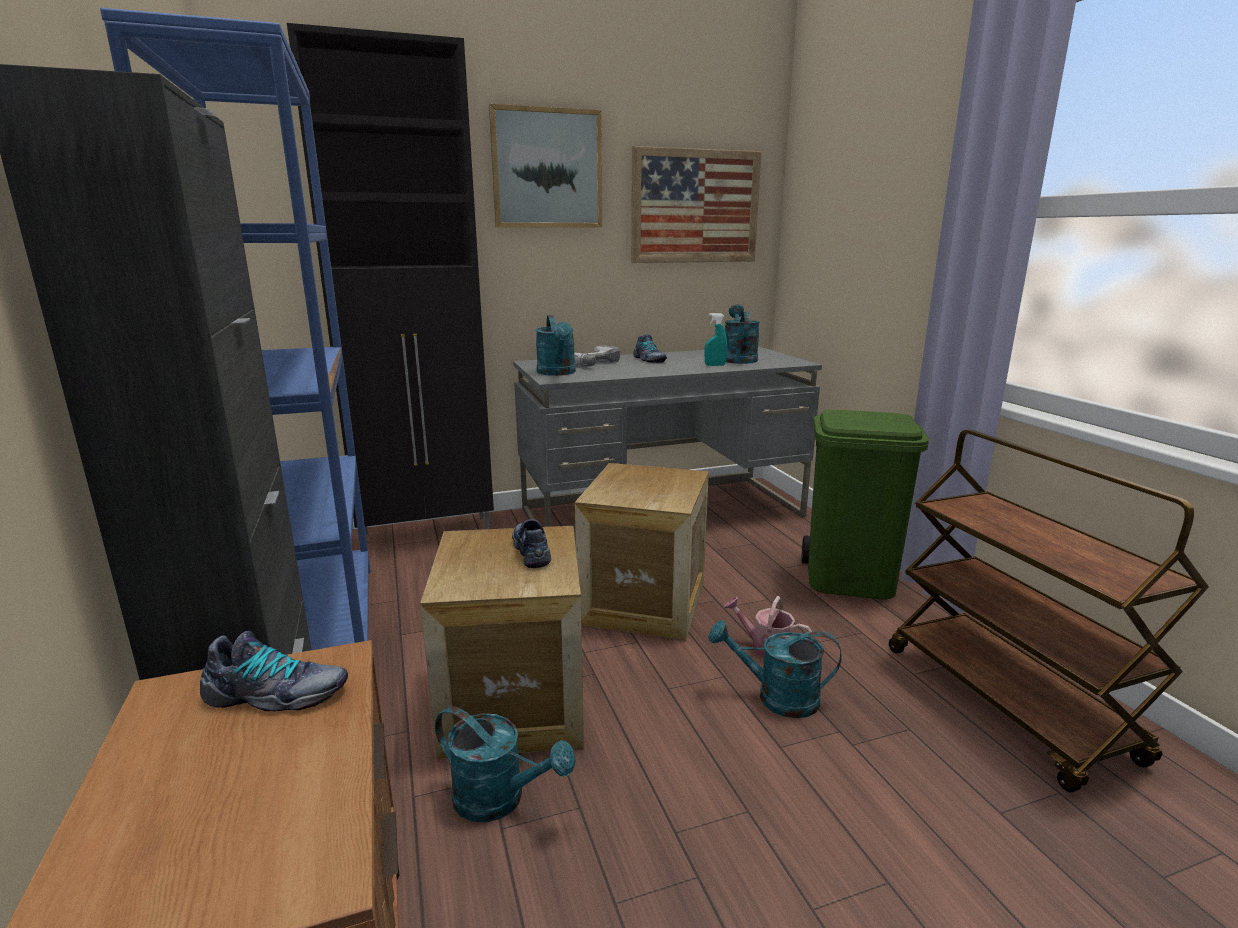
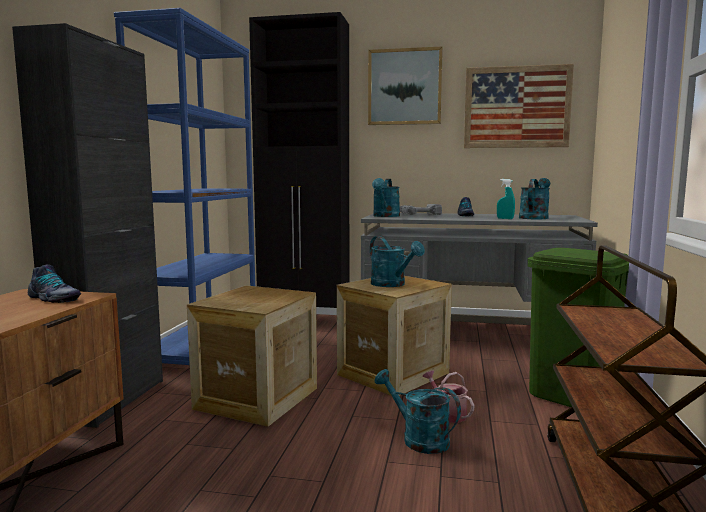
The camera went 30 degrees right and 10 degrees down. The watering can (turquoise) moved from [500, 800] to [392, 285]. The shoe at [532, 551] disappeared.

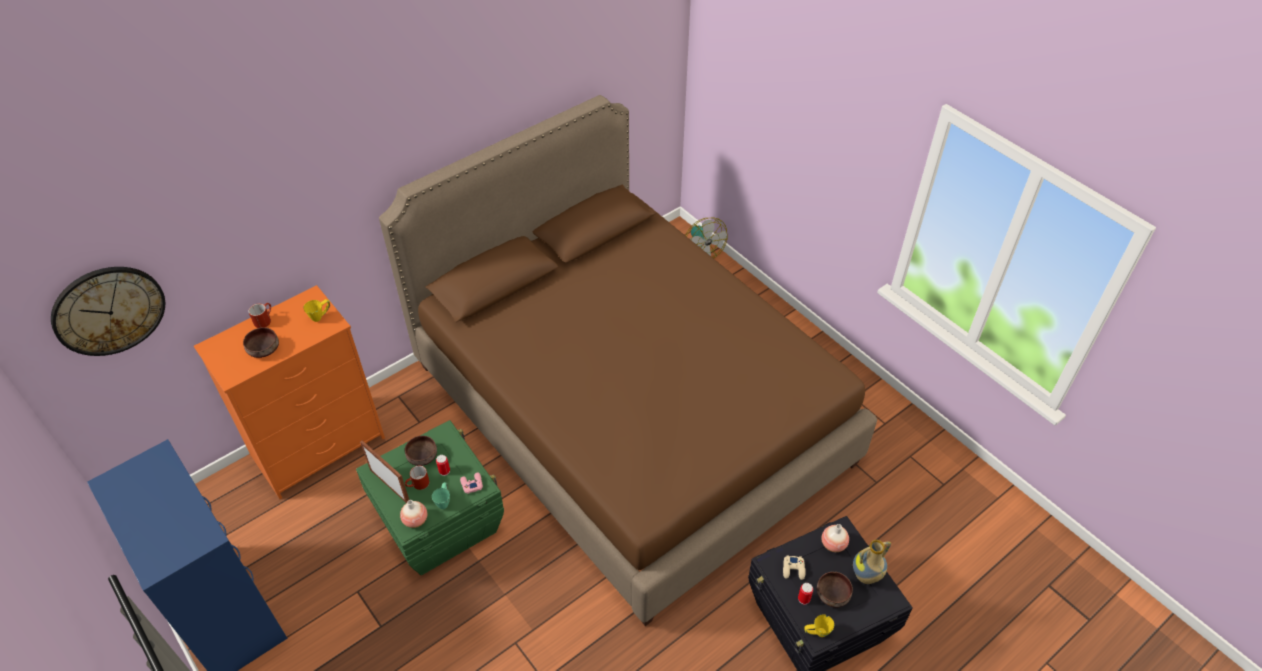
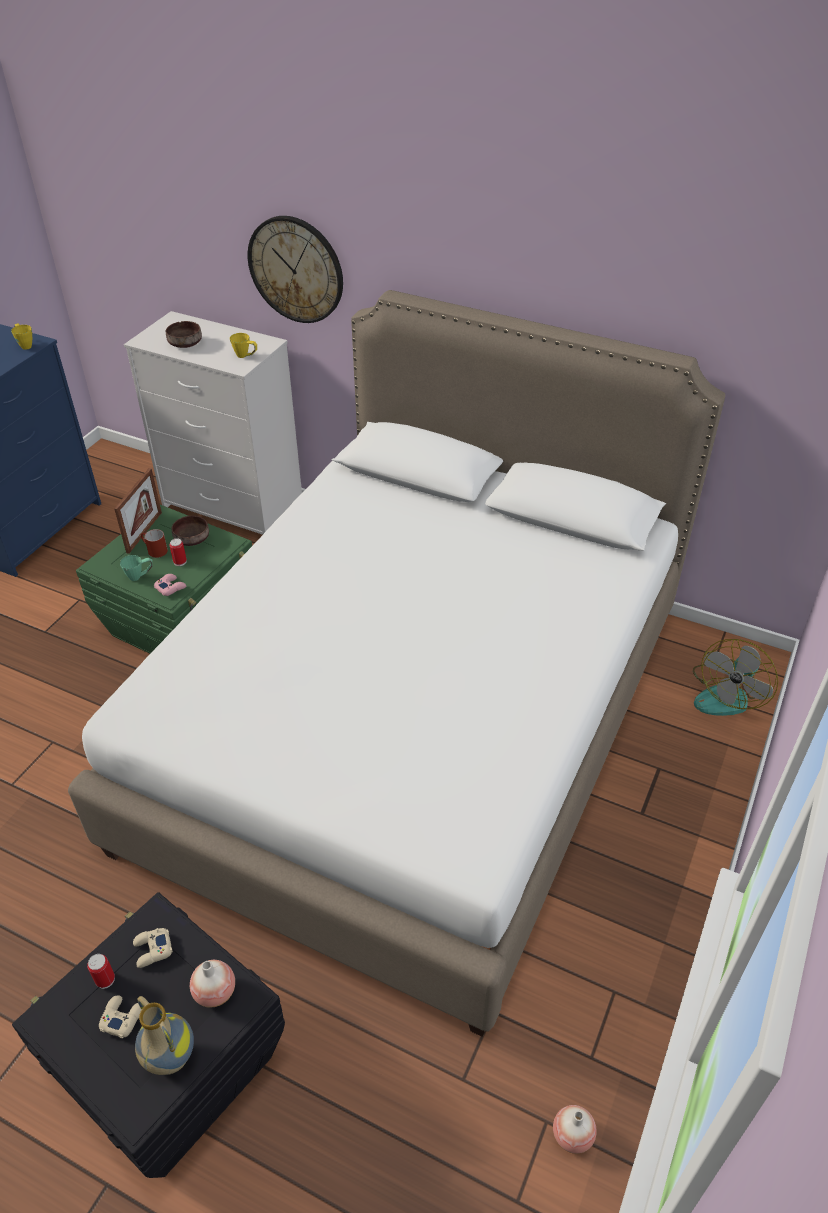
The camera went 65 degrees right and 5 degrees down. The wall clock moved from [108, 310] to [296, 269]. The dresser (orange) at [319, 446] became the dresser (white) at [234, 506]. The mug (red) at [264, 319] disappeared. The bed (brown) at [630, 413] became the bed (white) at [414, 725]. The vase moved from [415, 520] to [572, 1135]. The mug (yellow) moved from [816, 633] to [25, 345]. The bowl (brown) at [832, 595] was replaced by the game controller (beige) at [122, 1017].

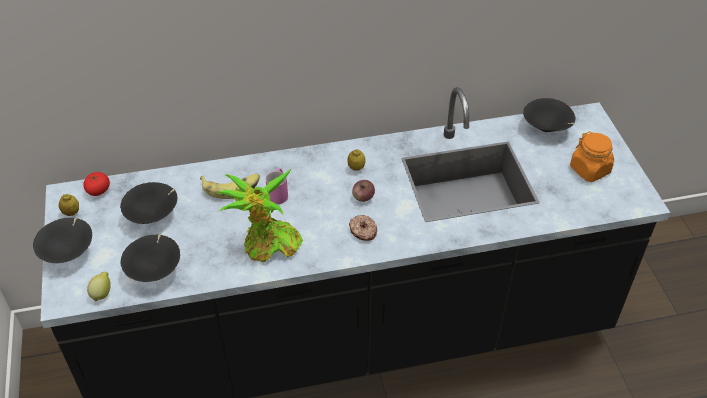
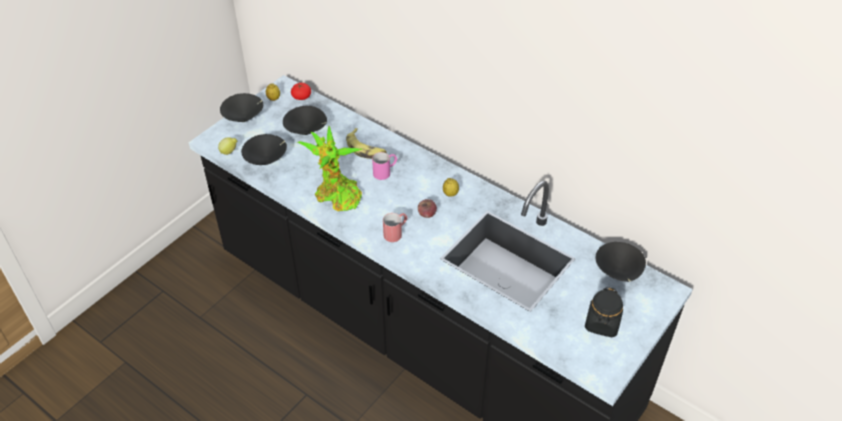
The camera went 50 degrees right and 0 degrees up. The donut at [363, 231] was replaced by the mug (red) at [396, 232]. The jar (orange) at [590, 170] became the jar (black) at [602, 324].

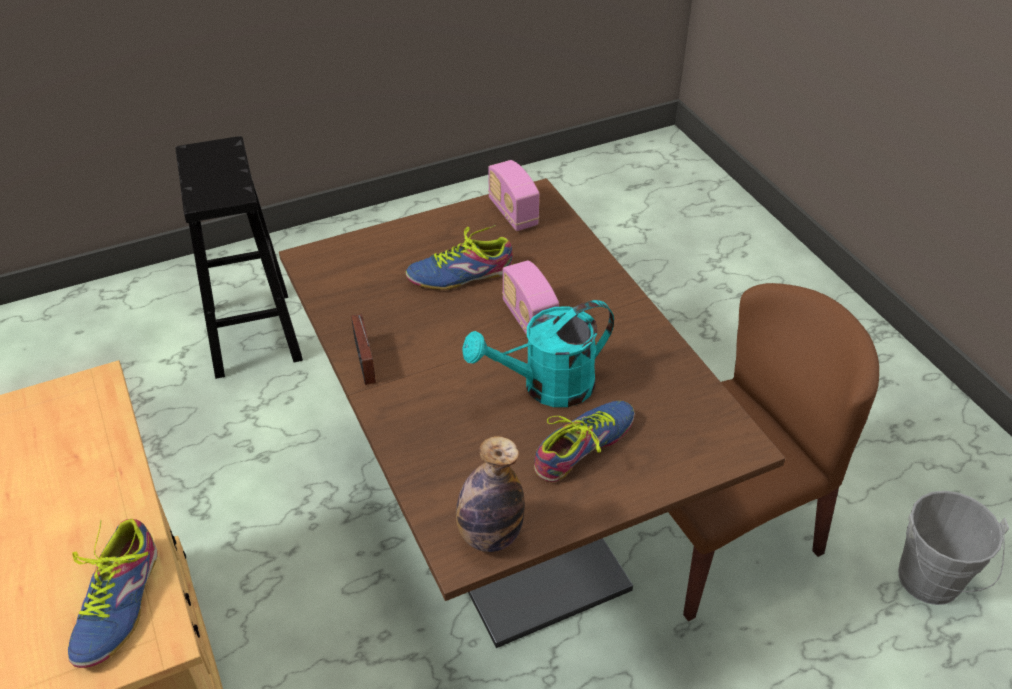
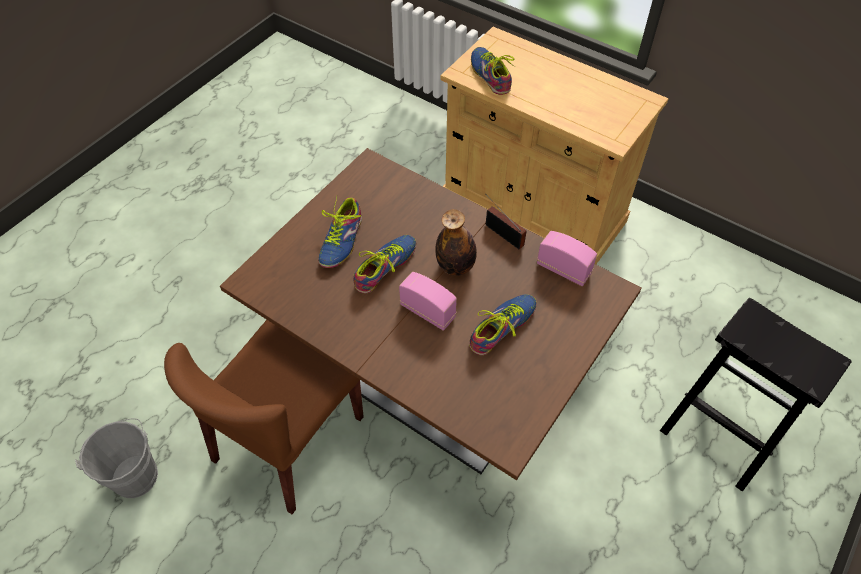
The camera went 150 degrees right and 10 degrees up. The bottle moved from [489, 535] to [455, 266]. The watering can (turquoise) at [546, 387] was replaced by the shoe at [384, 267]. The radio moved from [513, 213] to [563, 269].

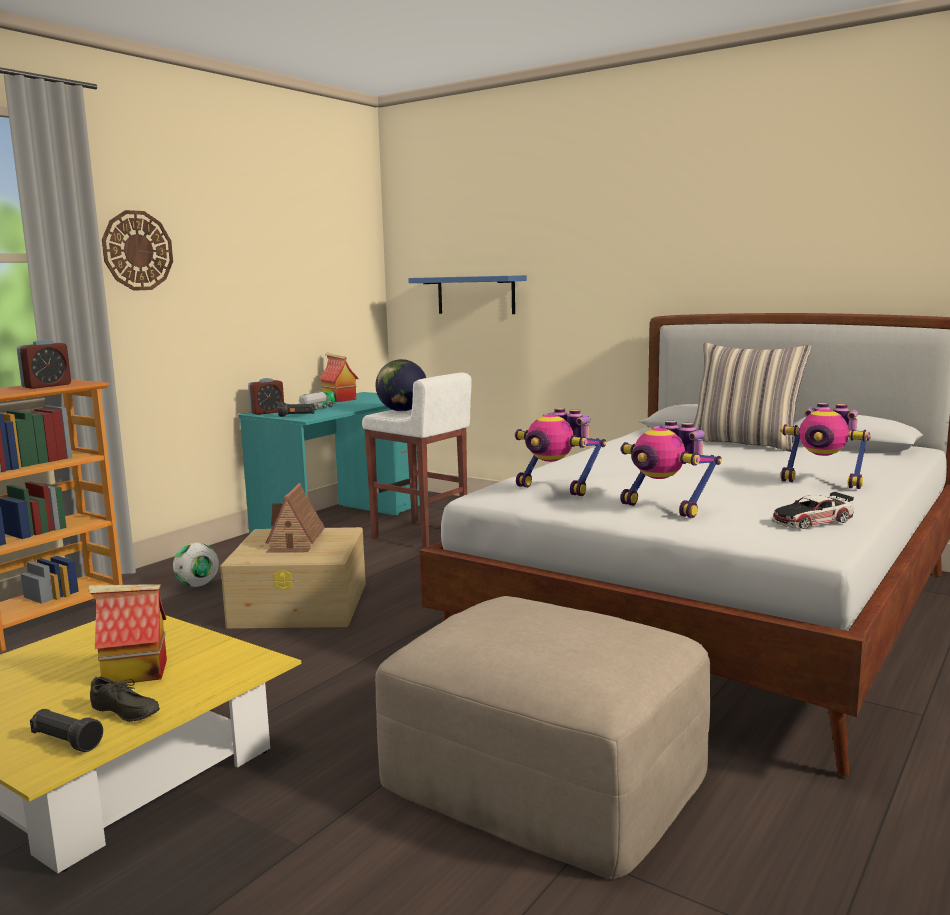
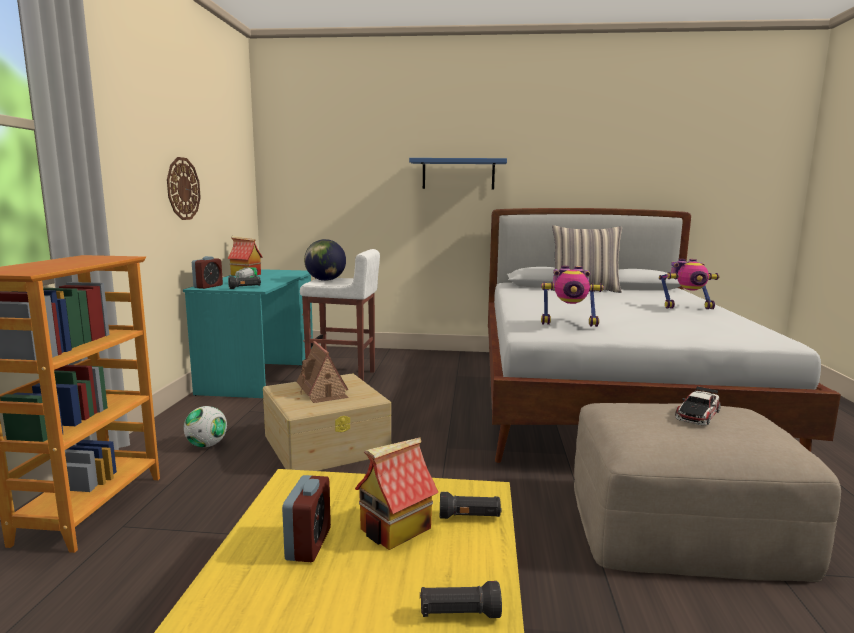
The camera went 30 degrees left and 0 degrees up. The alarm clock moved from [47, 386] to [308, 544]. The shoe (grey) at [123, 713] disappeared. The wall clock moved from [137, 250] to [183, 188]. The shelf (blue) moved from [476, 295] to [458, 174]. The toy robot at [665, 508] disappeared. The toy car moved from [812, 521] to [697, 414]. The flashlight (black) at [469, 517] appeared.

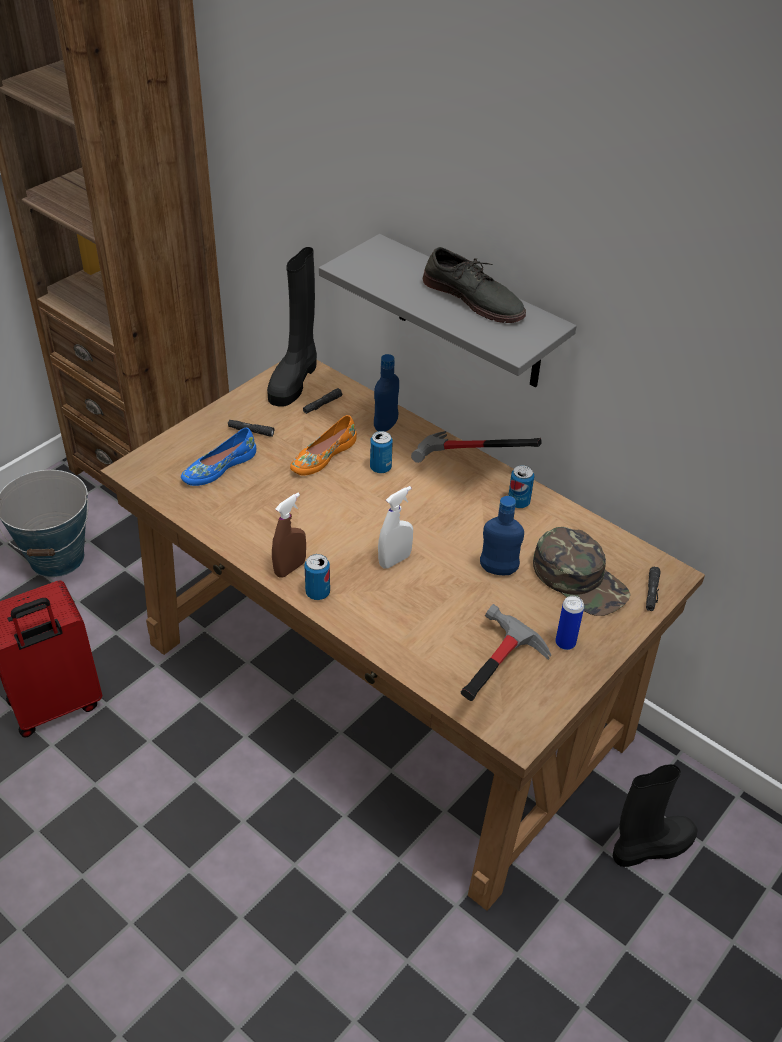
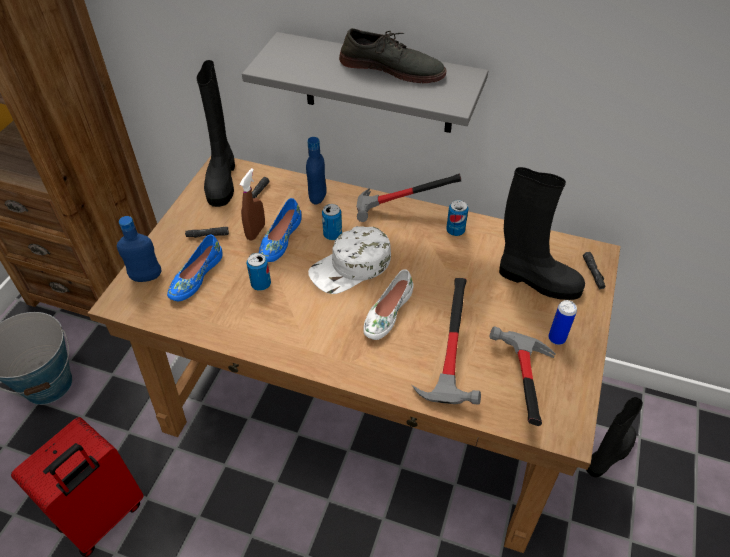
The camera went 20 degrees left and 5 degrees up. The spray bottle (brown) moved from [290, 568] to [256, 232]. The shoe (orange) at [322, 456] became the shoe (blue) at [279, 239]. The can moved from [317, 593] to [261, 284]. The spray bottle (white) at [395, 560] was replaced by the shoe (white) at [387, 312]. The bottle (blue) moved from [498, 570] to [146, 277]. The cap (green) at [580, 579] was replaced by the boot (black) at [536, 280]. The cap (white) at [351, 267] appeared. The hammer at [453, 364] appeared.

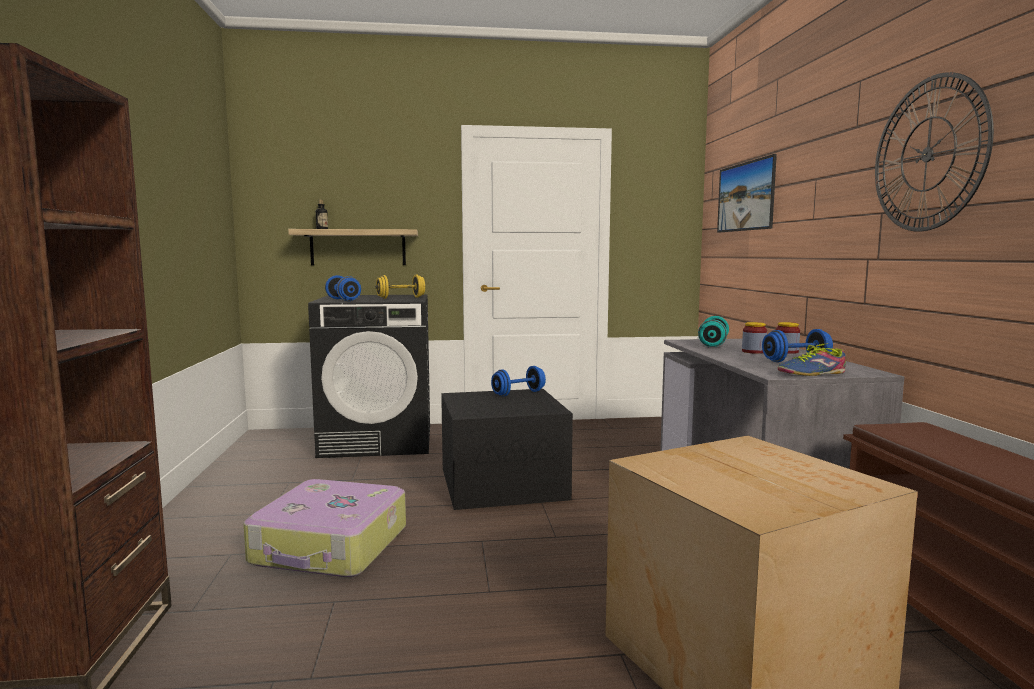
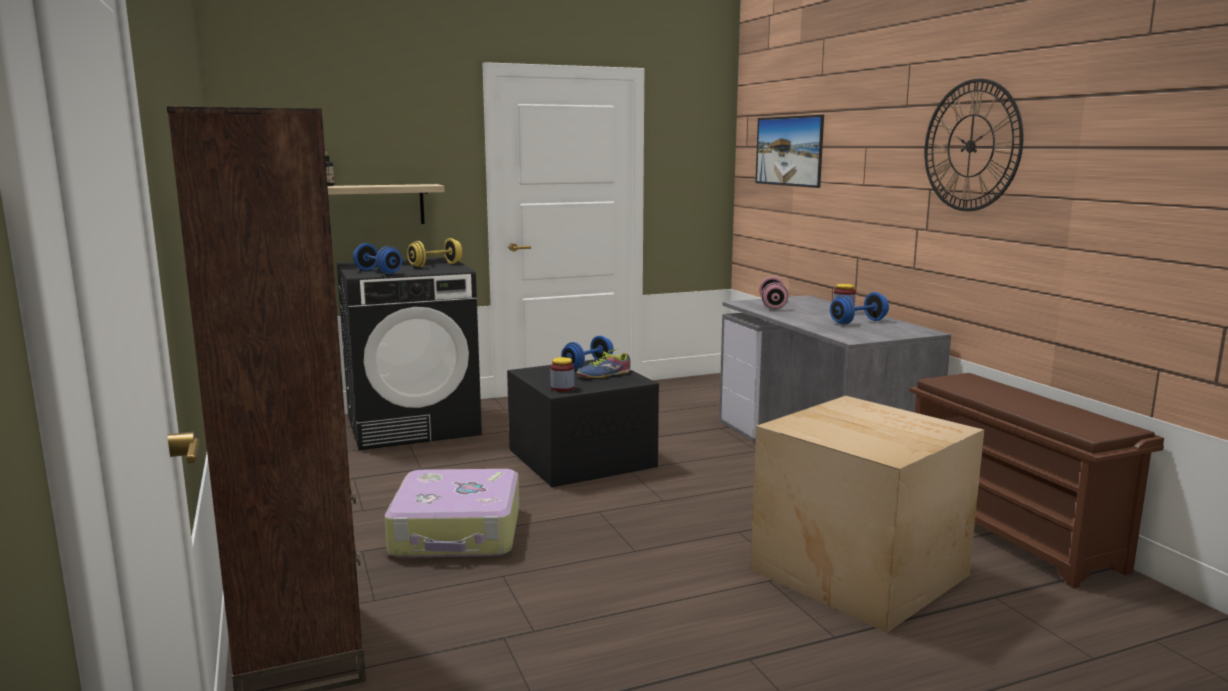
The camera went 15 degrees left and 5 degrees up. The dumbbell (turquoise) at [713, 344] became the dumbbell (pink) at [773, 305]. The jar moved from [753, 351] to [562, 388]. The shoe moved from [812, 373] to [604, 375].

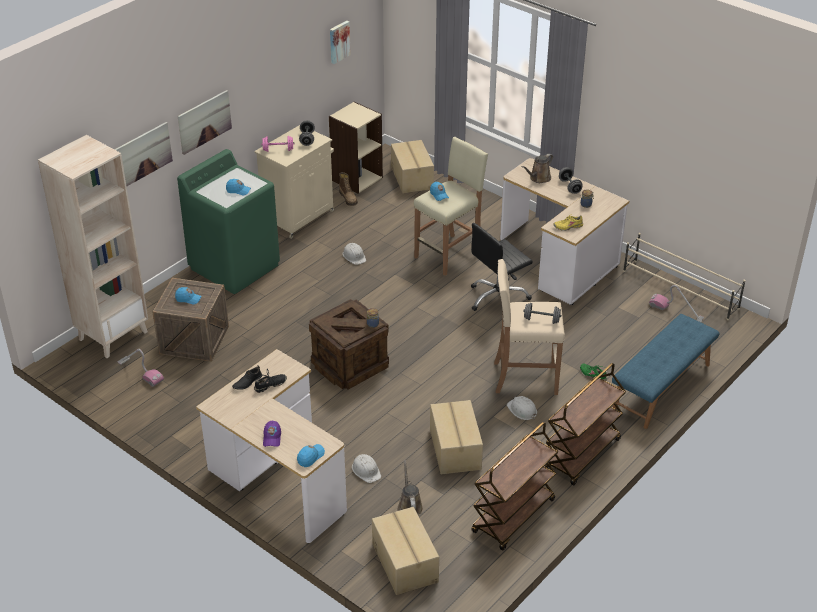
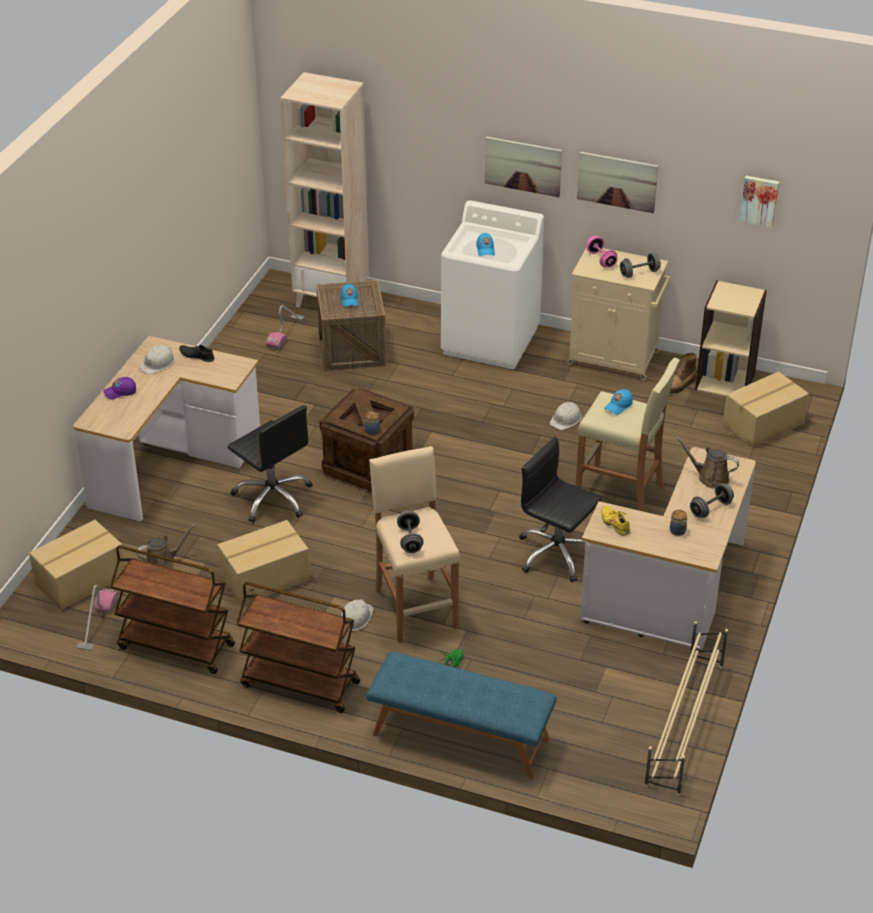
The camera went 70 degrees right and 0 degrees up. The picture moved from [142, 155] to [617, 181]. The washing machine (green) at [235, 266] became the washing machine (white) at [491, 341]. The shoe (black) at [270, 385] disappeared. The cap (blue) at [310, 457] disappeared. The hard hat (white) moved from [366, 470] to [158, 363]. The vacuum cleaner moved from [676, 311] to [97, 622]. The office chair (black) at [273, 497] appeared.

